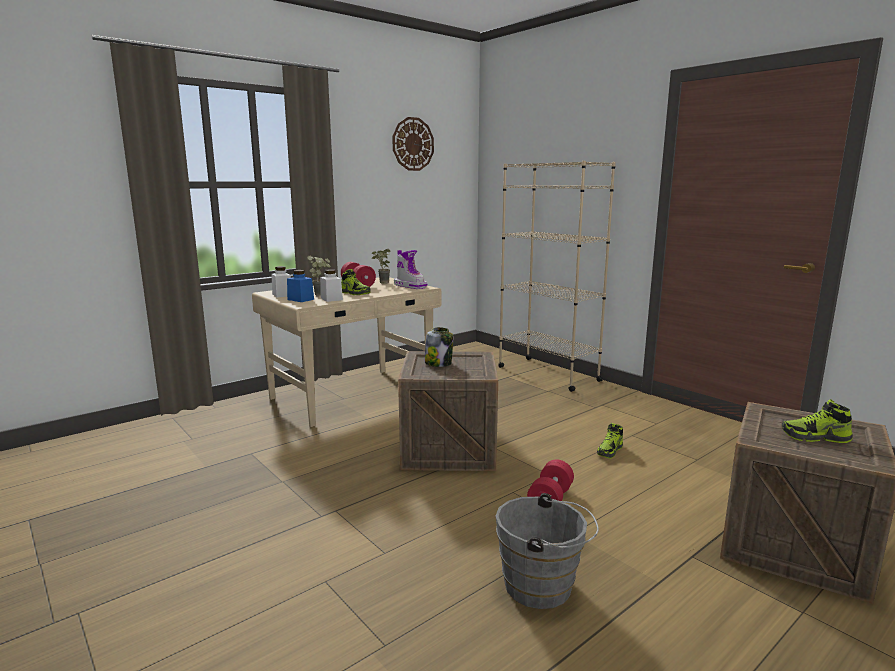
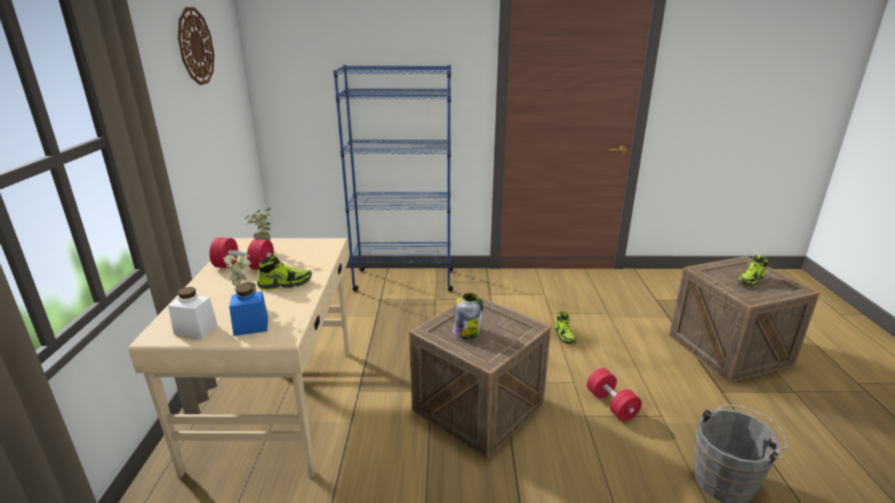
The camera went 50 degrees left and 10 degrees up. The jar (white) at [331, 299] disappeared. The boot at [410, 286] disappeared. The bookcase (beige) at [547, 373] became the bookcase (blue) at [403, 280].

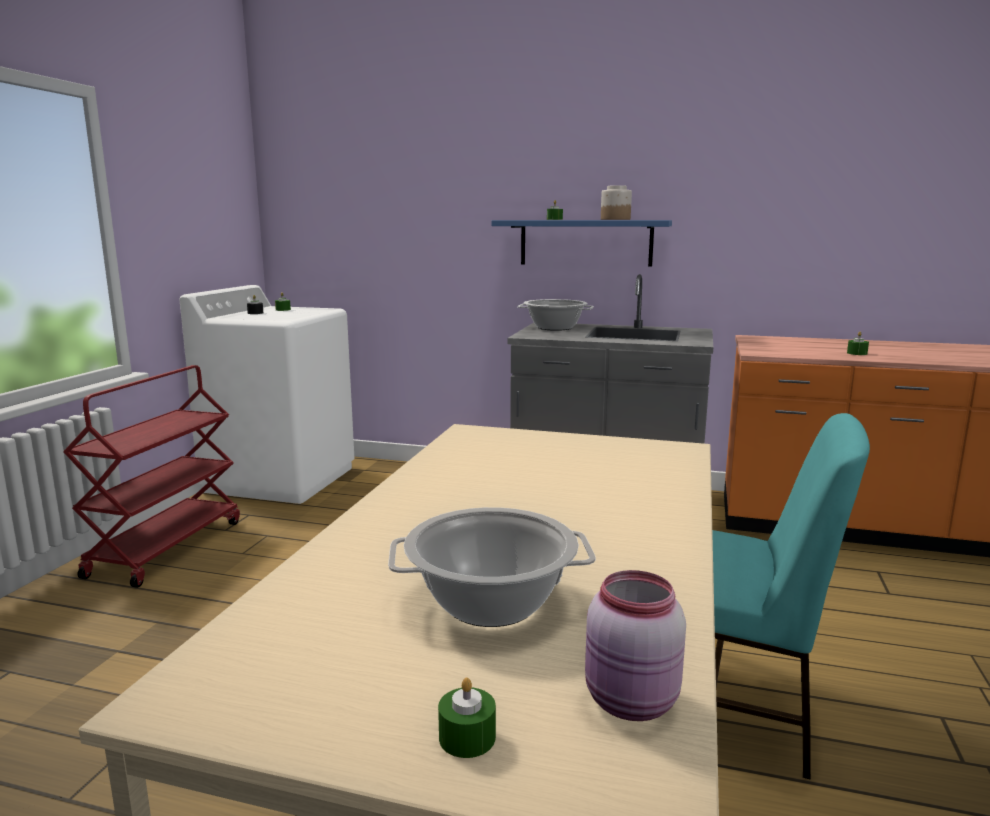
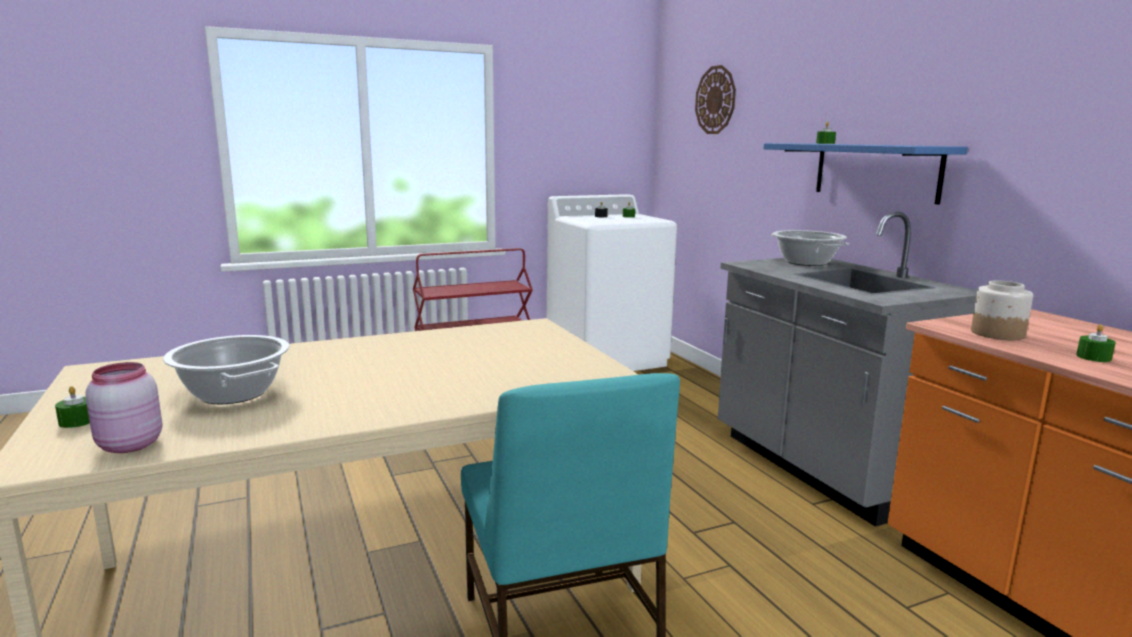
The camera went 50 degrees right and 0 degrees up. The jar moved from [615, 219] to [996, 334]. The wall clock at [715, 100] appeared.

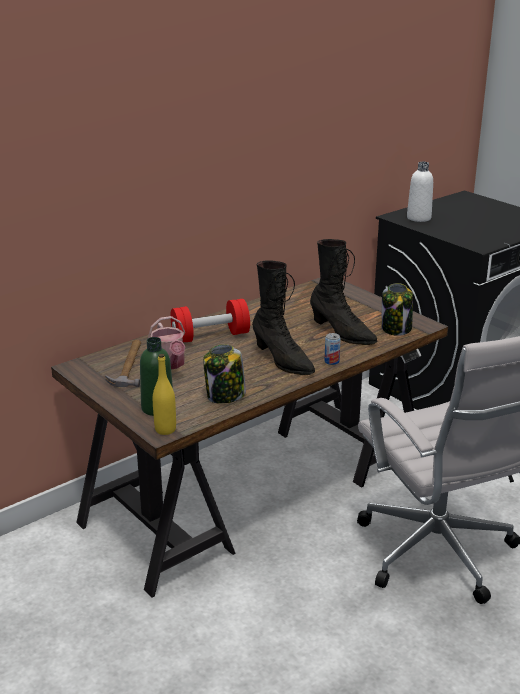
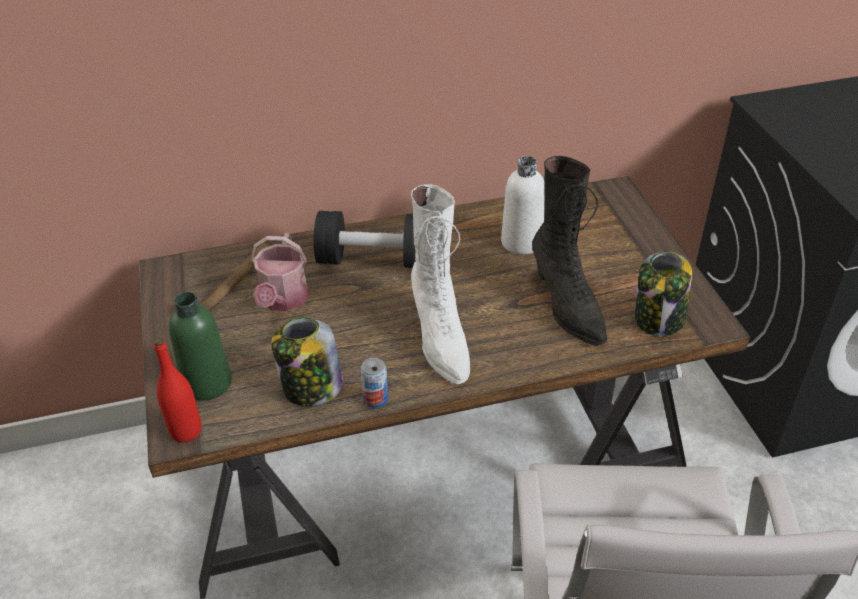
The camera went 25 degrees right and 15 degrees up. The bottle (yellow) at [165, 429] became the bottle (red) at [186, 431]. The dumbbell (red) at [210, 336] became the dumbbell (black) at [374, 259]. The boot (black) at [282, 361] became the boot (white) at [440, 339]. The can moved from [331, 361] to [375, 399]. The bottle (white) moved from [418, 218] to [521, 242].

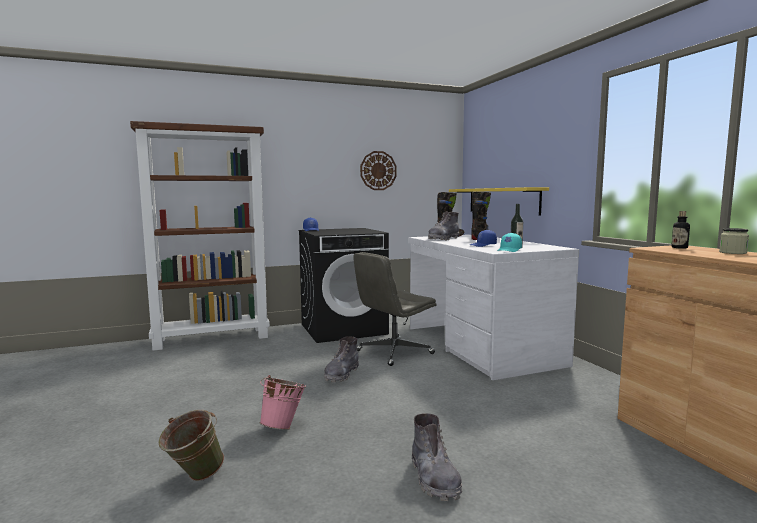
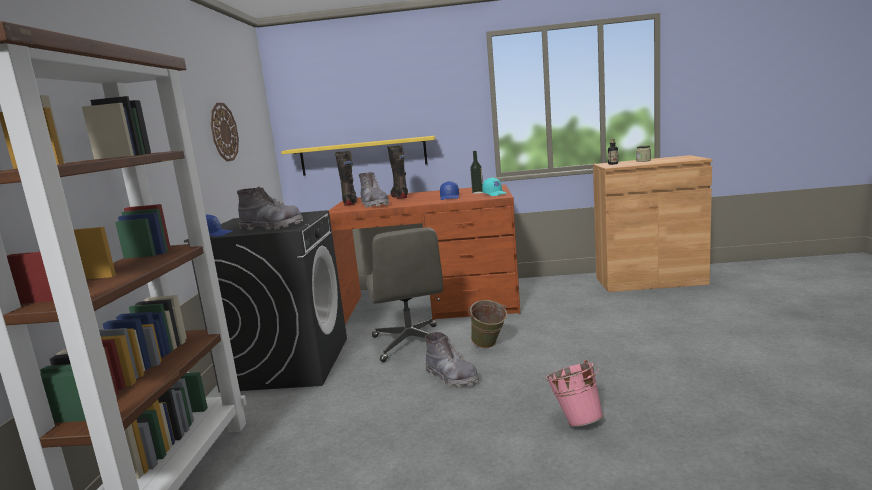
The camera went 65 degrees left and 5 degrees up. The bucket (green) moved from [193, 478] to [489, 347]. The desk (white) at [480, 346] became the desk (brown) at [433, 305]. The boot (grey) moved from [434, 478] to [272, 227].

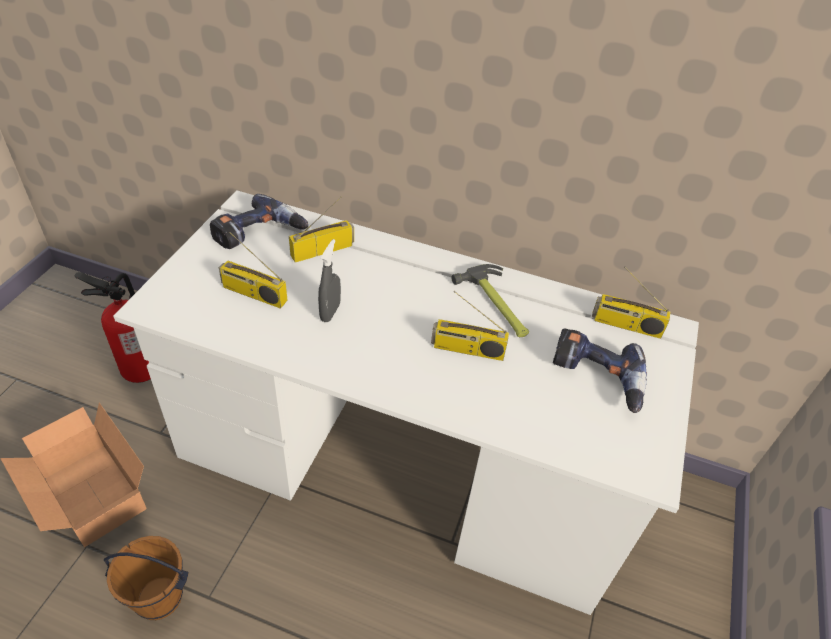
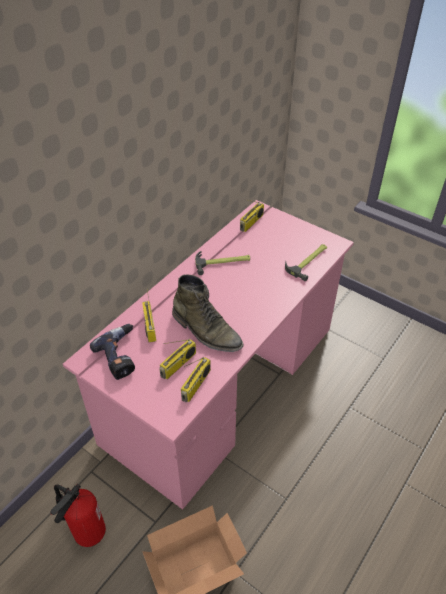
The camera went 70 degrees left and 0 degrees up. The bucket (brown) at [159, 597] disappeared. The desk (white) at [403, 460] became the desk (pink) at [222, 383]. The spray bottle (grey) at [330, 312] was replaced by the boot (green) at [206, 331]. The radio moved from [467, 350] to [196, 385]. The power drill at [595, 378] disappeared. The hammer at [308, 261] appeared.

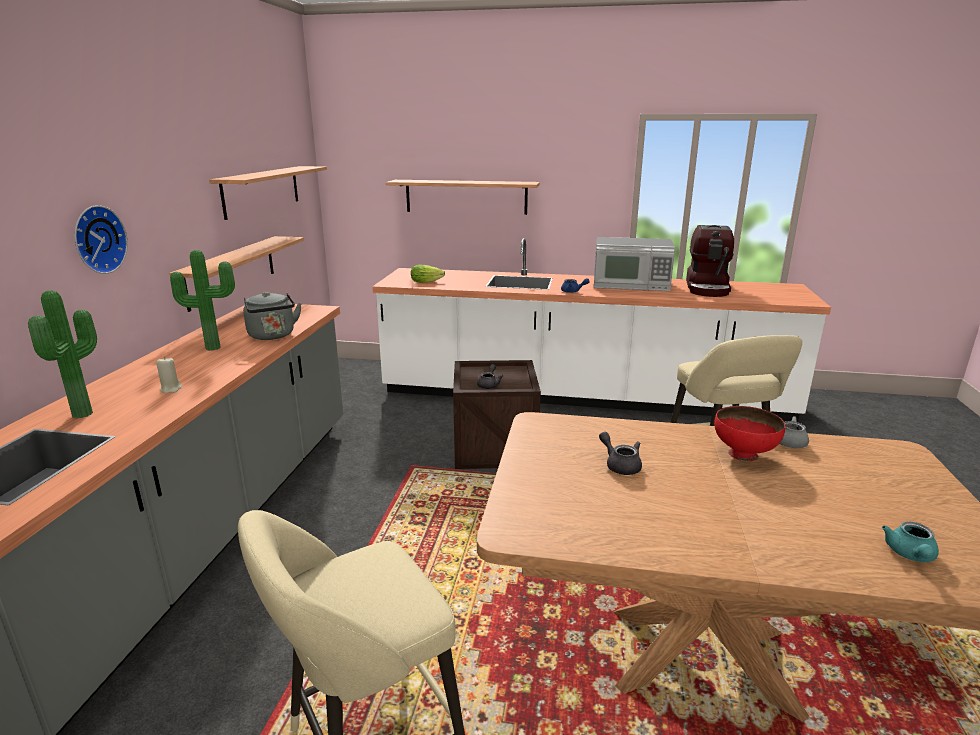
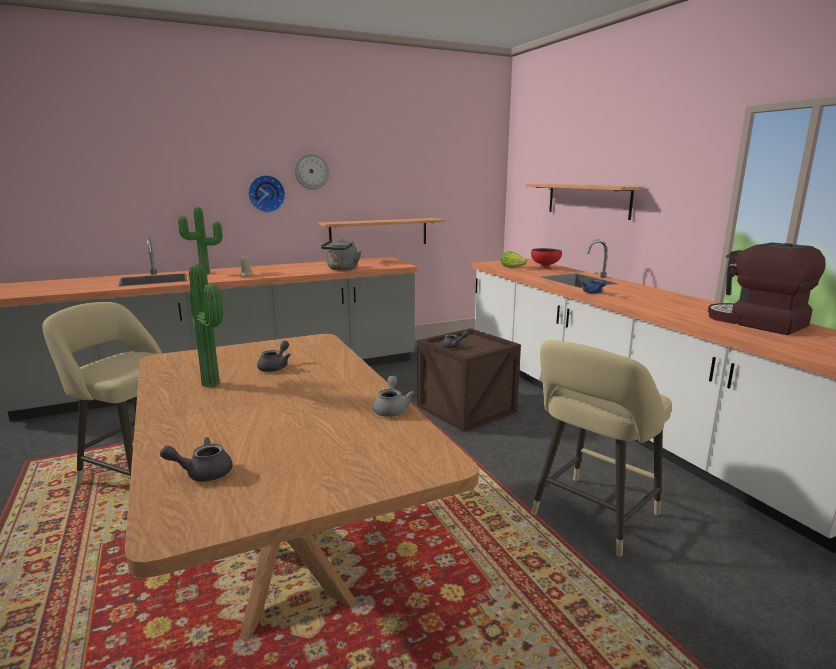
The camera went 55 degrees right and 5 degrees down. The potted plant moved from [214, 347] to [214, 383]. The shelf at [262, 190] disappeared. The microwave at [631, 284] disappeared. The coffee machine at [708, 288] turned 75 degrees clockwise. The bowl (red) moved from [744, 455] to [545, 268]. The teapot (turquoise) at [910, 555] became the teapot (grey) at [203, 473]. The wall clock at [311, 171] appeared.

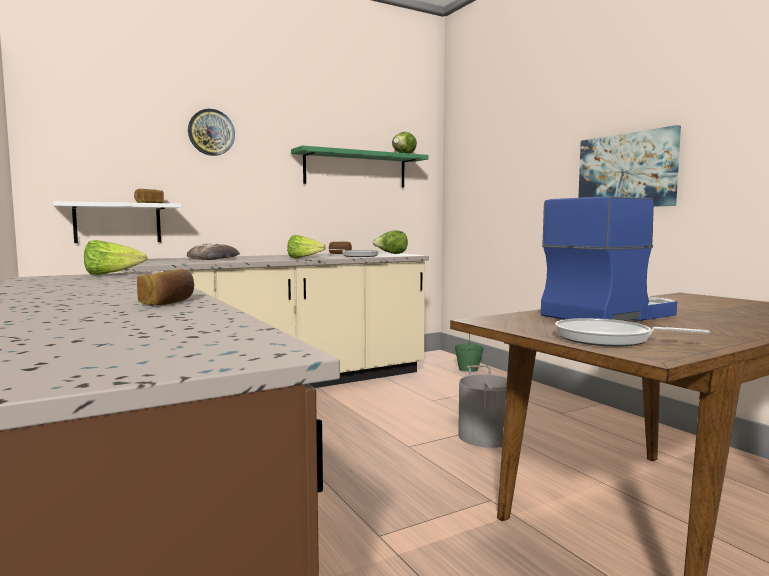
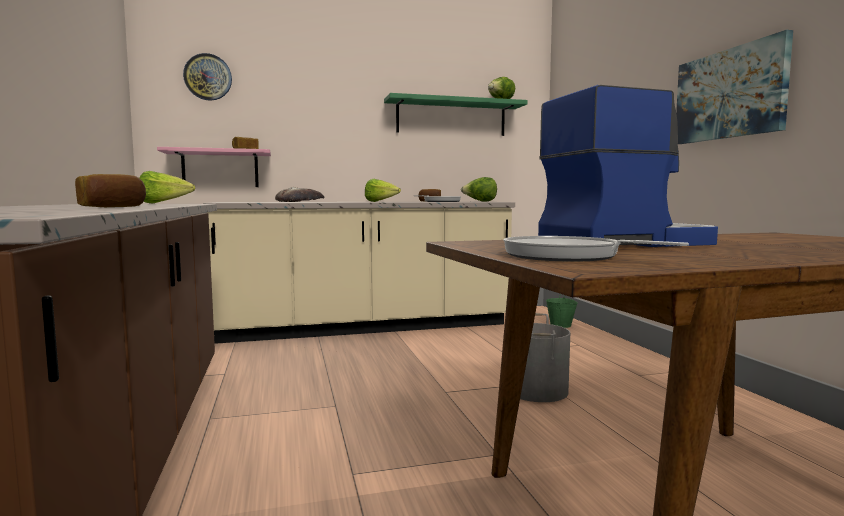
The camera went 15 degrees right and 0 degrees up. The shelf (white) at [118, 223] became the shelf (pink) at [220, 169]. The wall clock moved from [211, 132] to [208, 77].

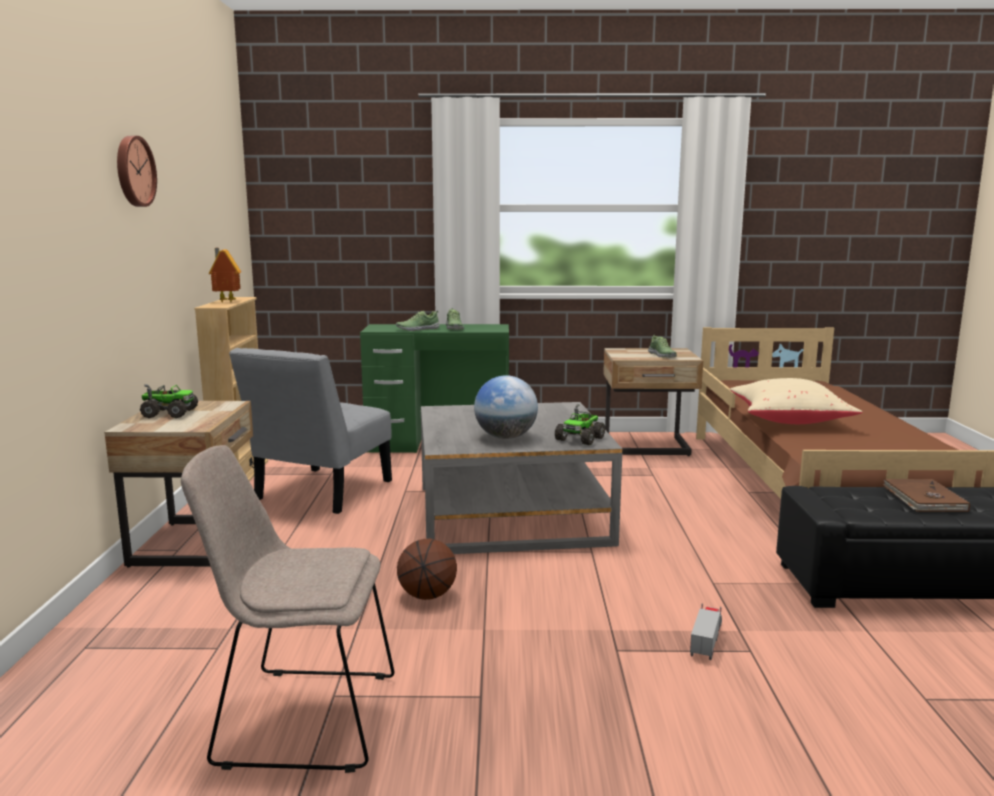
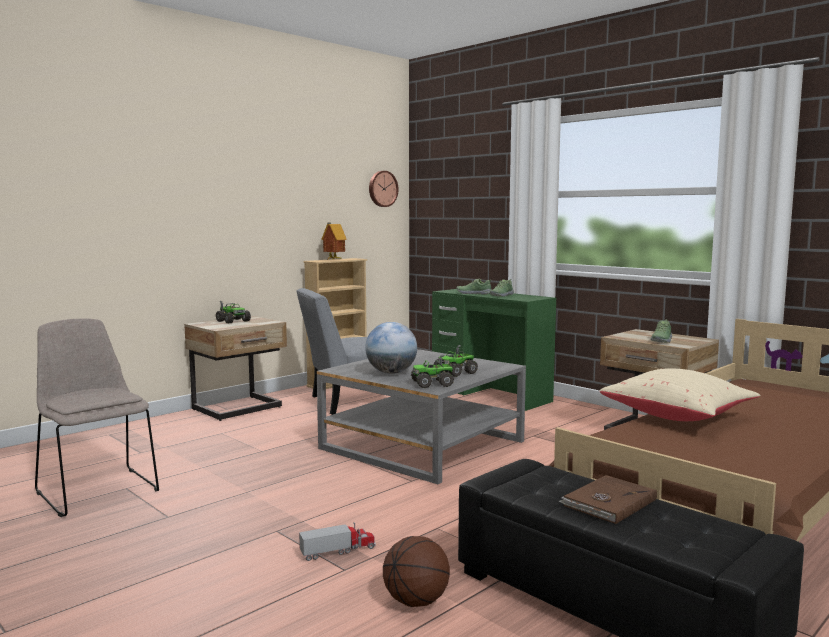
The camera went 45 degrees right and 5 degrees down. The wall clock moved from [133, 171] to [382, 189]. The basketball moved from [427, 595] to [416, 601]. The toy truck at [456, 372] appeared.

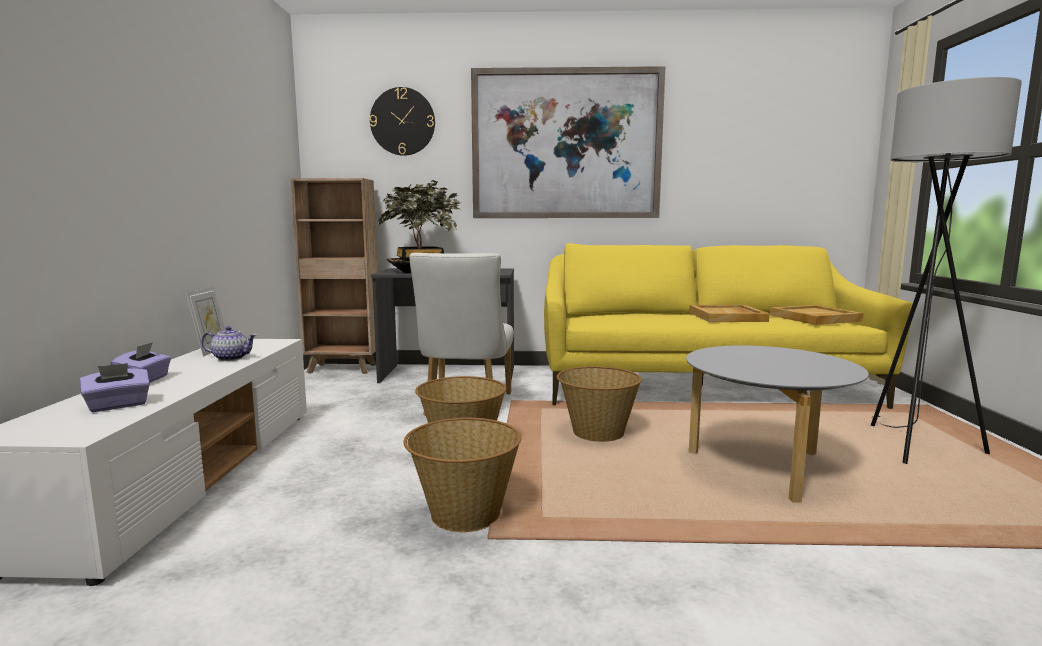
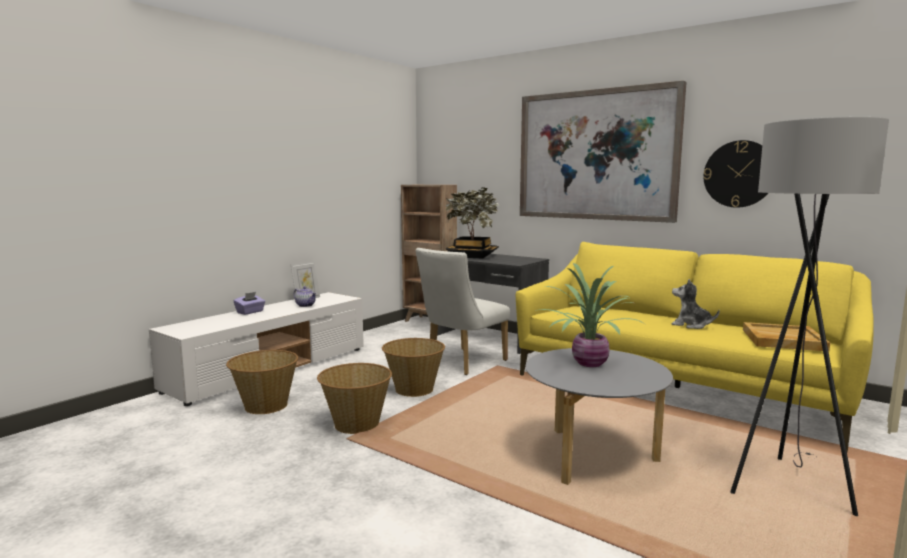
The camera went 35 degrees right and 0 degrees up. The tissue box (purple) at [118, 405] disappeared. The wall clock moved from [402, 121] to [739, 174]. The basket moved from [597, 433] to [265, 405]. The tray (beige) at [727, 317] was replaced by the plush toy at [691, 325]. The potted plant at [588, 363] appeared.

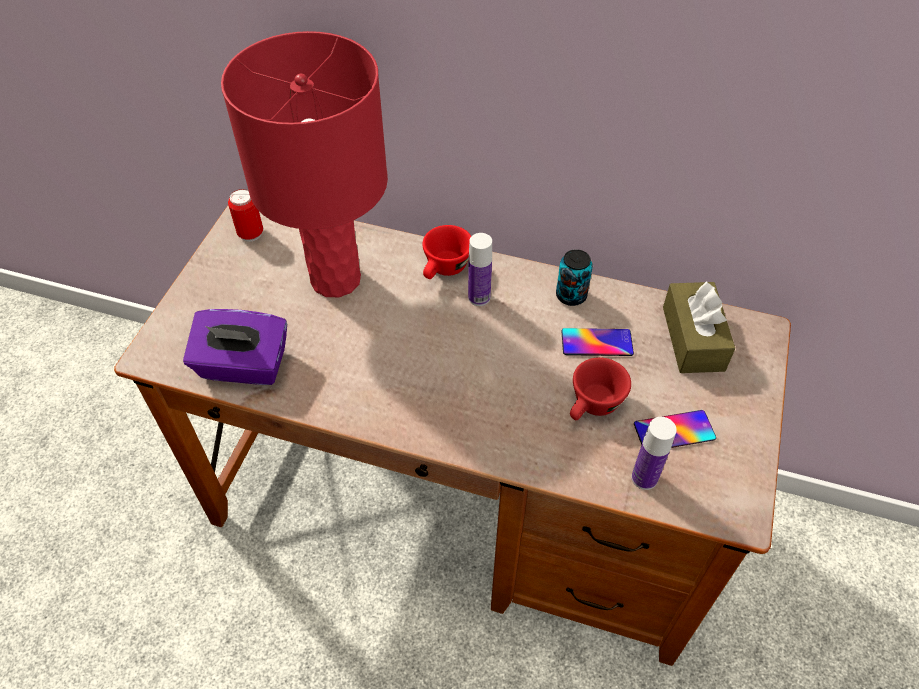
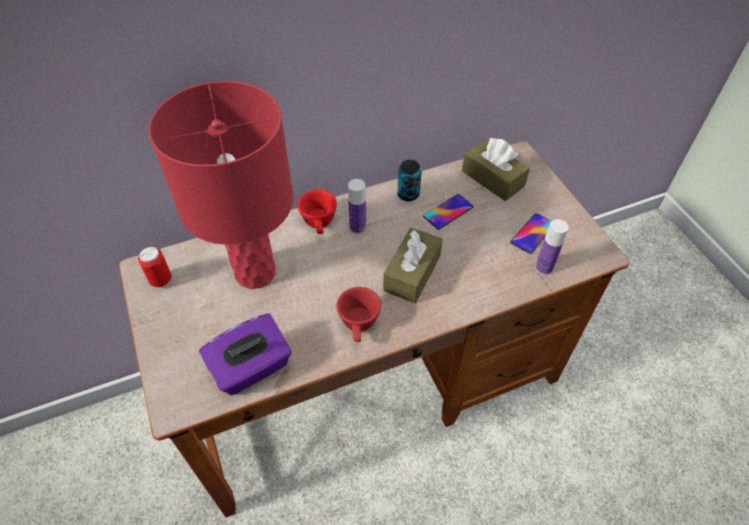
The camera went 40 degrees left and 0 degrees up. The cup (red) moved from [593, 406] to [359, 325]. The tissue box (brown) at [412, 273] appeared.

